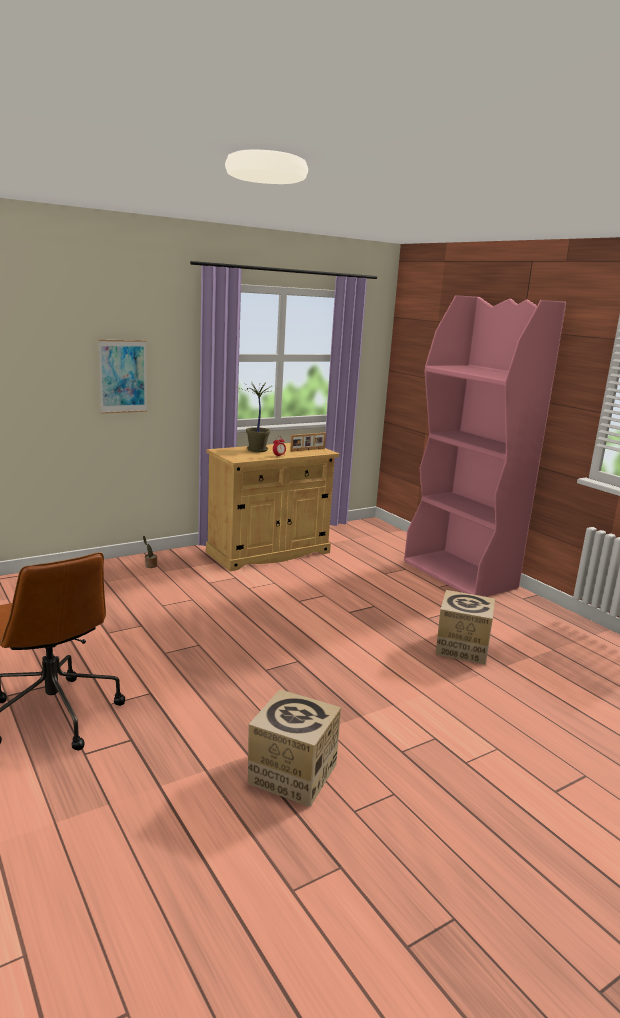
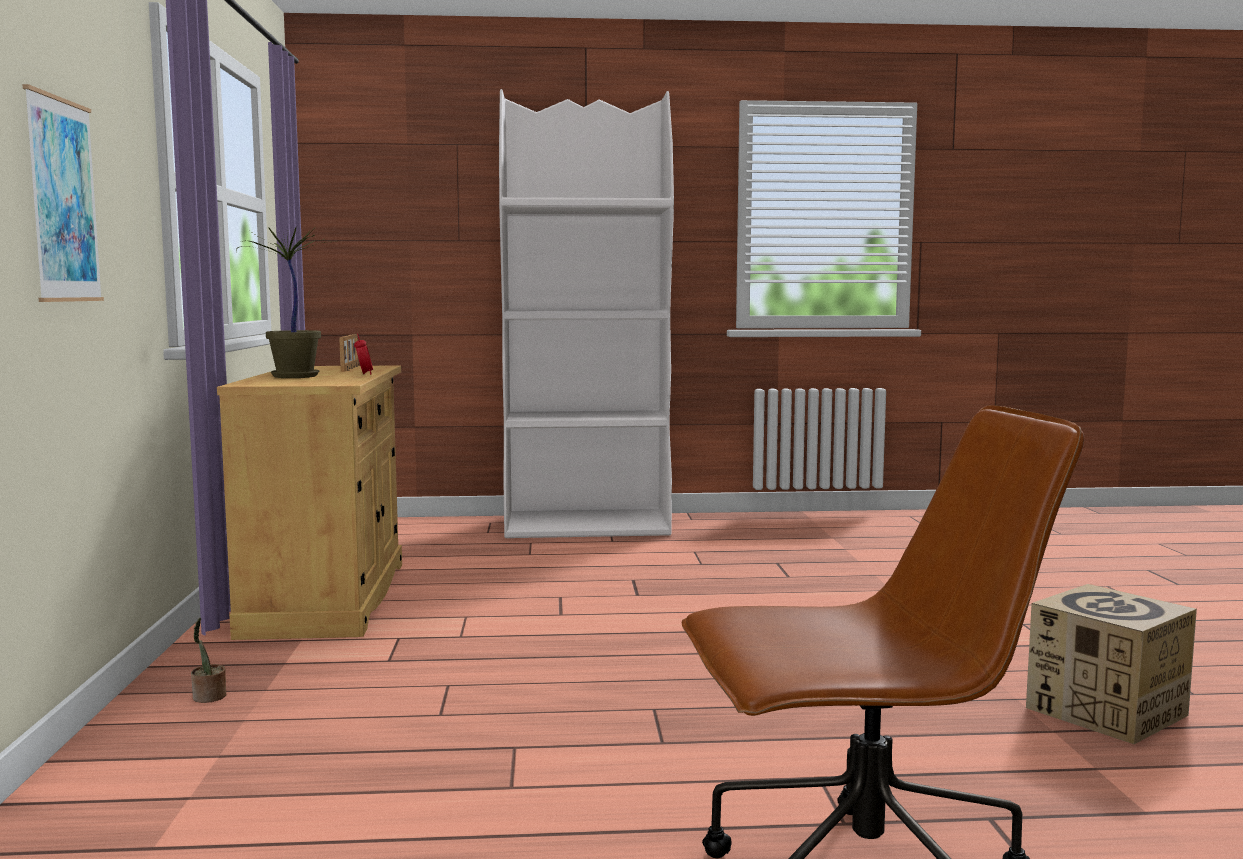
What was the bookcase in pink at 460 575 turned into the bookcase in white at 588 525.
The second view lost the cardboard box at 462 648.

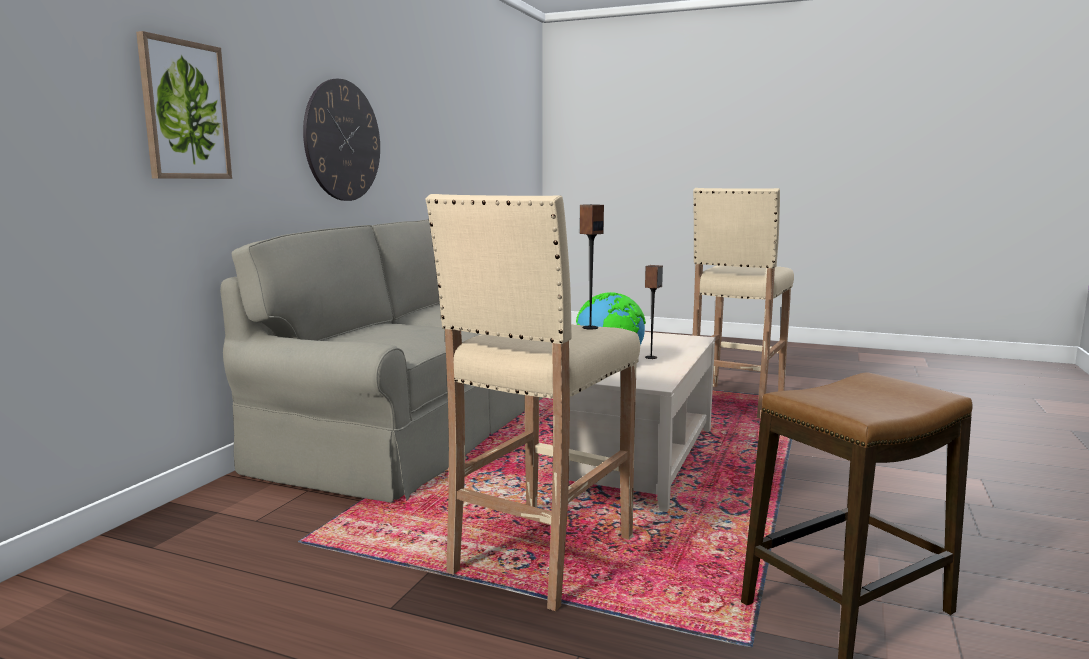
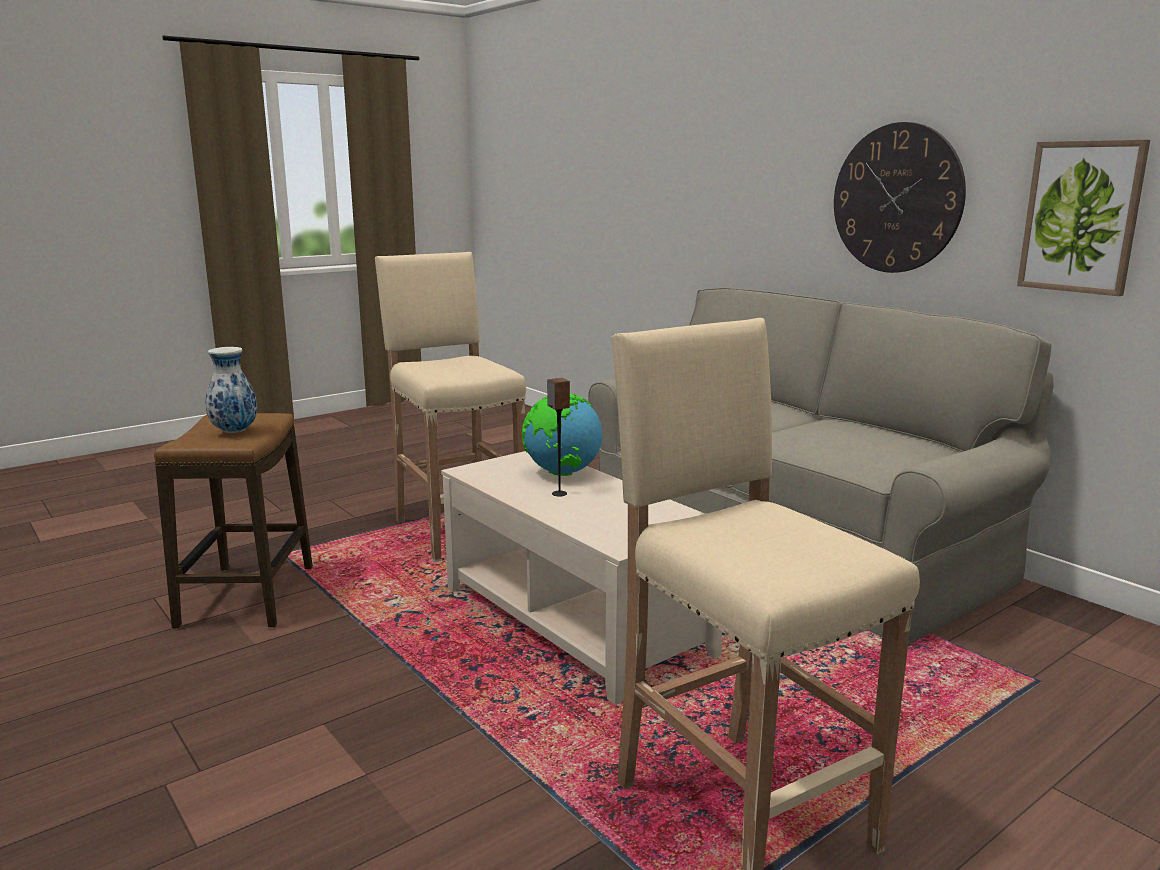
The second view gained the vase at 234 432.
The picture ended up elsewhere, having gone from 184 110 to 1081 217.
The second view lost the speaker at 590 327.

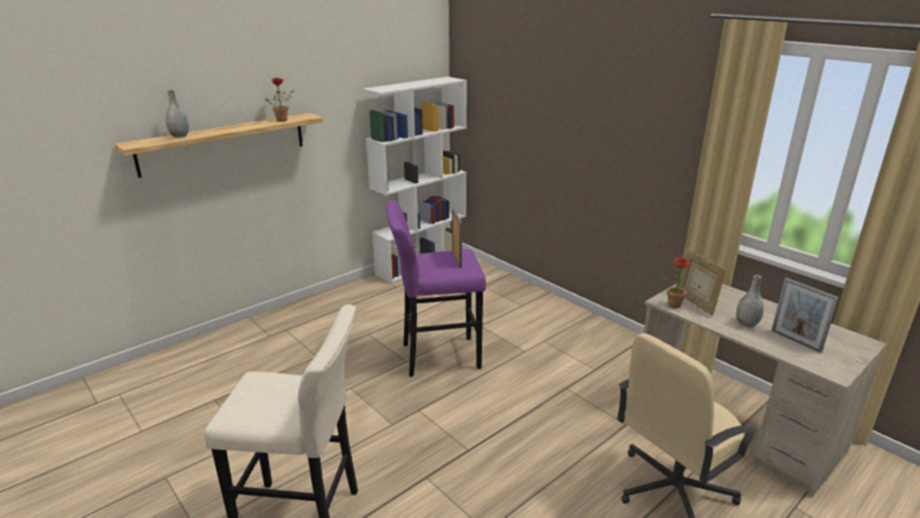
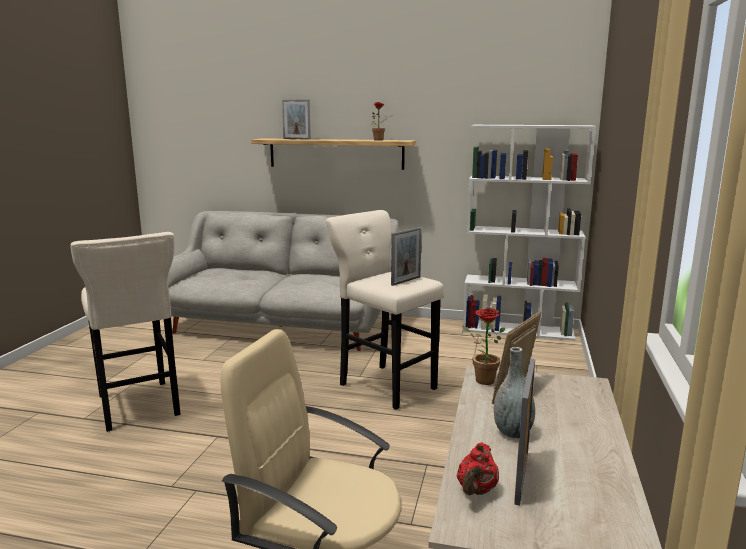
The second view gained the sofa in grey at 282 325.
Where the vase in grey stood at 180 136, the picture frame came to stand at 296 139.
What was the stool in purple at 436 356 turned into the stool in beige at 384 385.
The second view gained the teapot in red at 476 490.

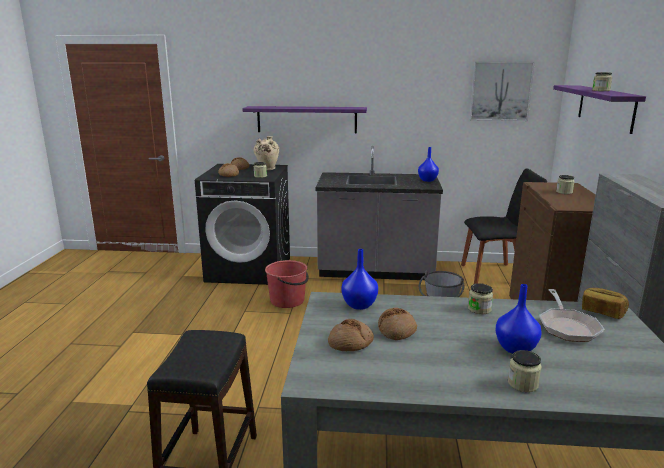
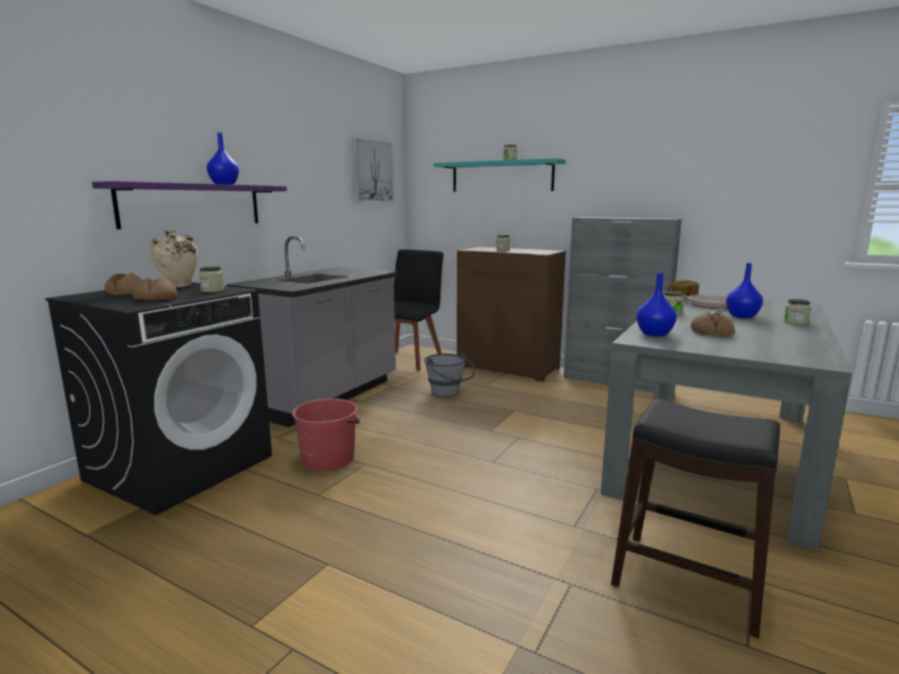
The vase in blue ended up elsewhere, having gone from 427 180 to 223 184.
What was the shelf in purple at 605 107 turned into the shelf in turquoise at 501 176.
The second view lost the bread at 350 343.

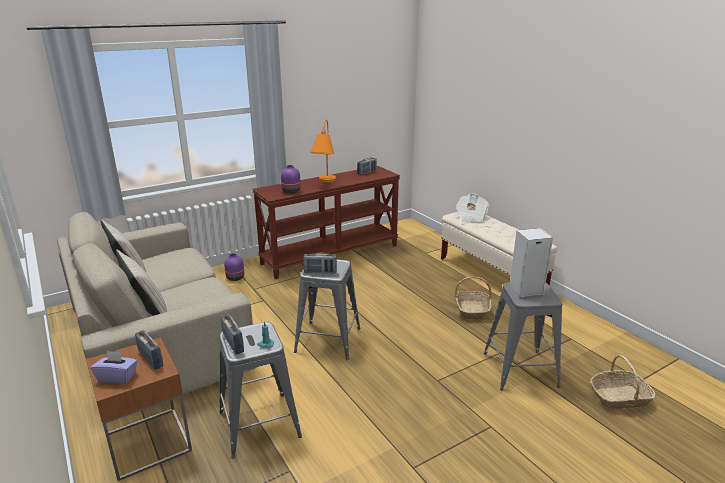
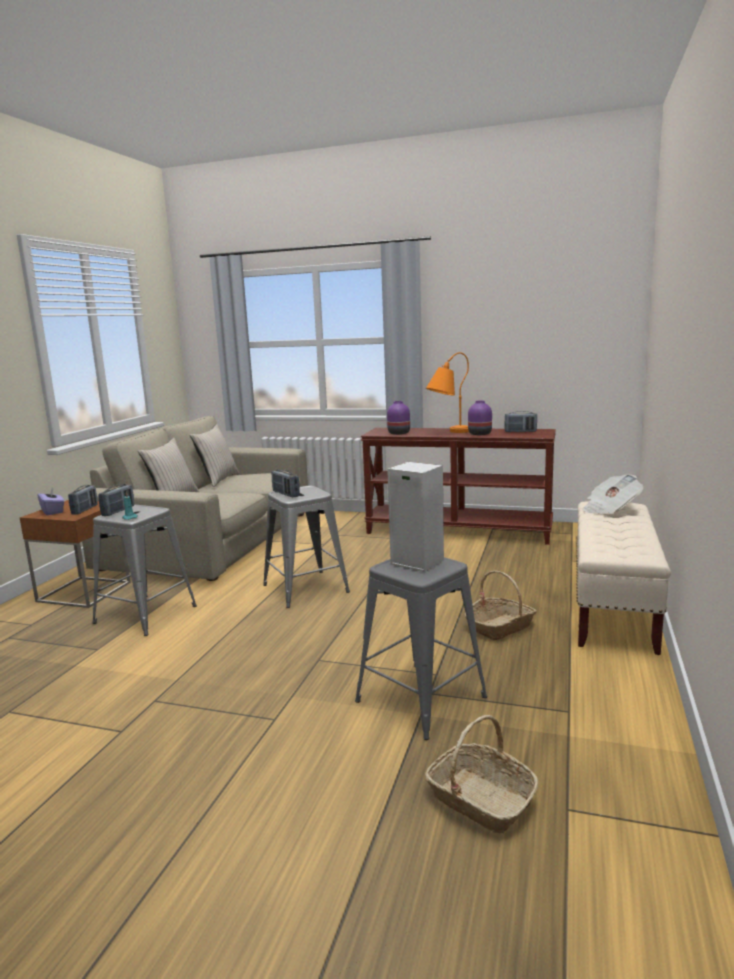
The vase in purple ended up elsewhere, having gone from 235 278 to 479 434.

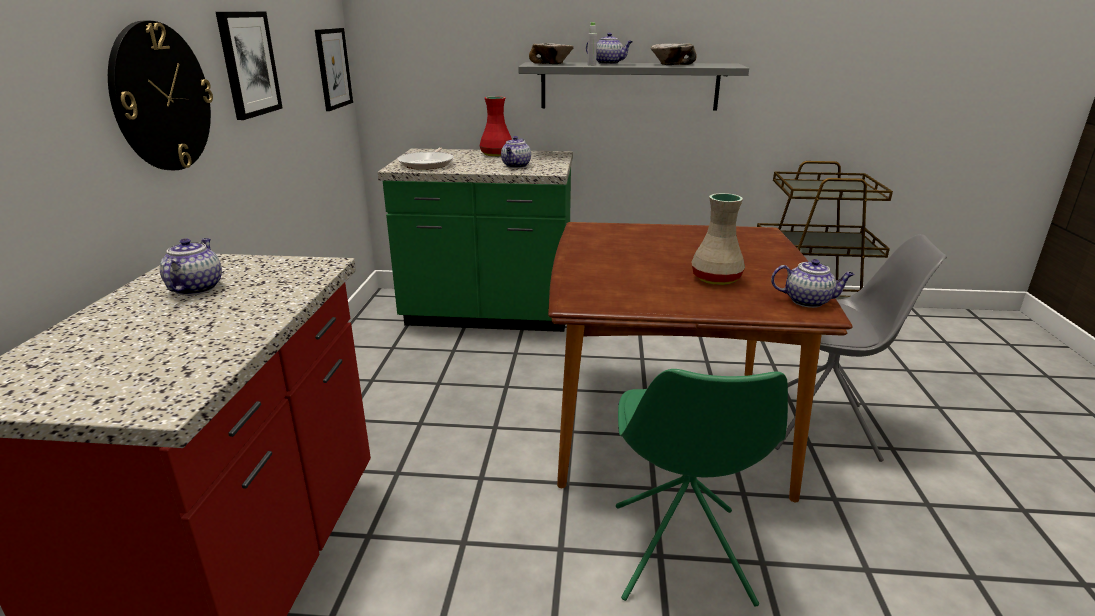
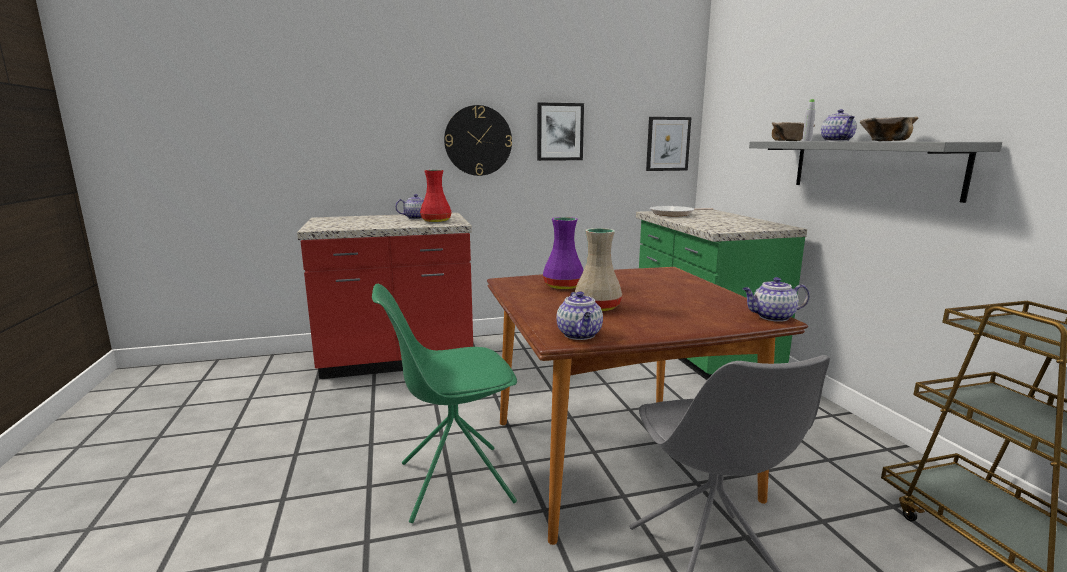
The vase in red ended up elsewhere, having gone from 496 154 to 437 221.
The second view gained the vase in purple at 563 286.
The teapot ended up elsewhere, having gone from 516 166 to 772 317.

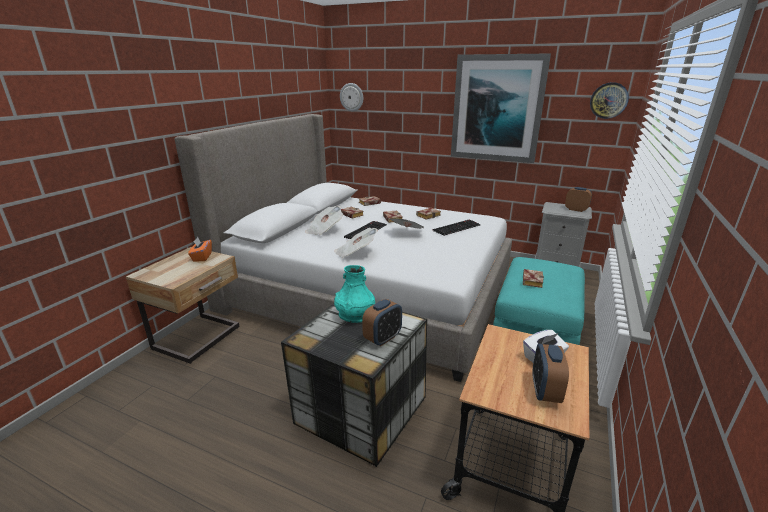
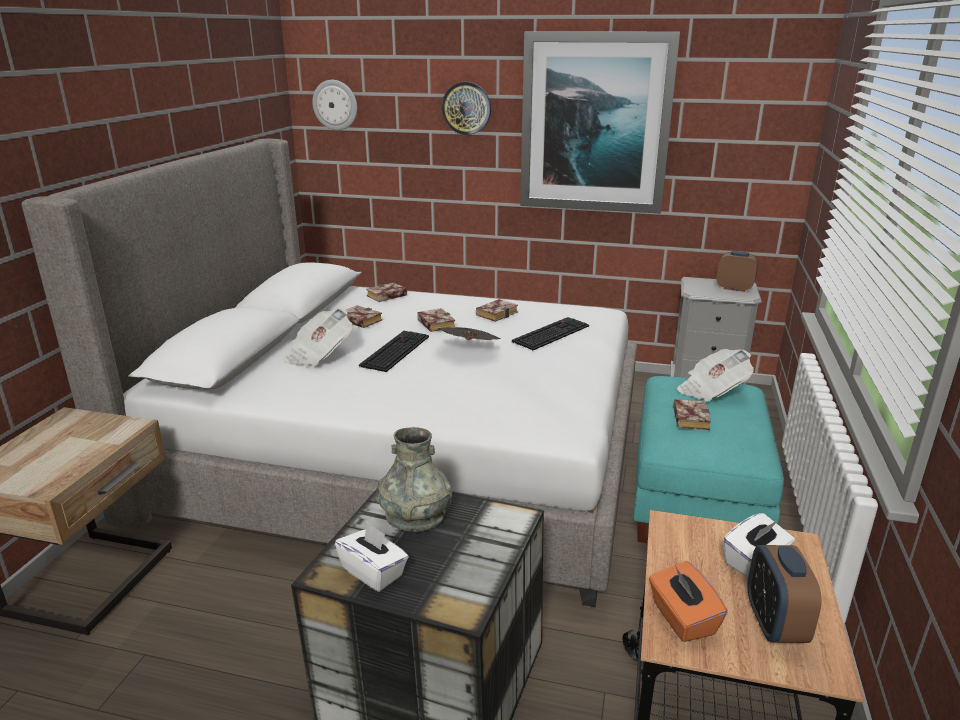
The second view gained the tissue box in white at 373 572.
What was the vase in turquoise at 355 315 turned into the vase in grey at 415 516.
The wall clock ended up elsewhere, having gone from 608 100 to 466 108.
The tissue box in orange ended up elsewhere, having gone from 202 257 to 682 618.
The newspaper ended up elsewhere, having gone from 355 253 to 712 391.
The second view lost the alarm clock at 382 338.

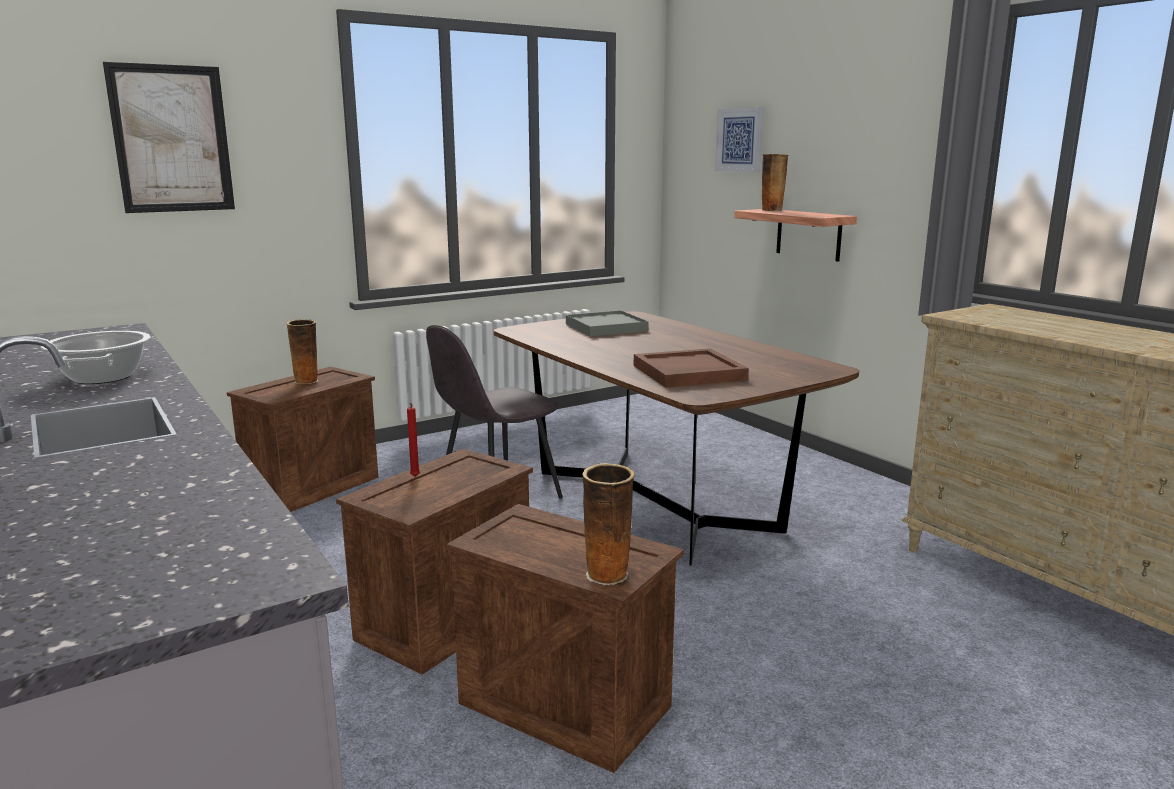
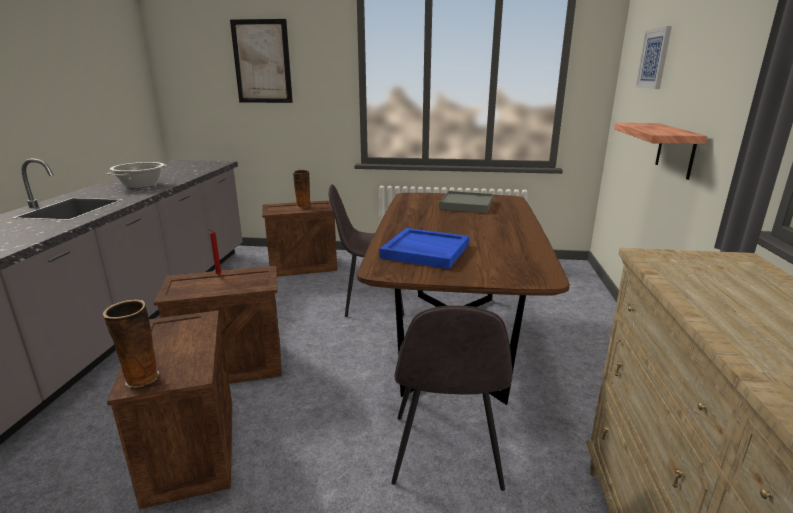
What was the tray in brown at 688 373 turned into the tray in blue at 424 251.
The second view gained the chair in grey at 446 453.
The second view lost the vase at 772 210.

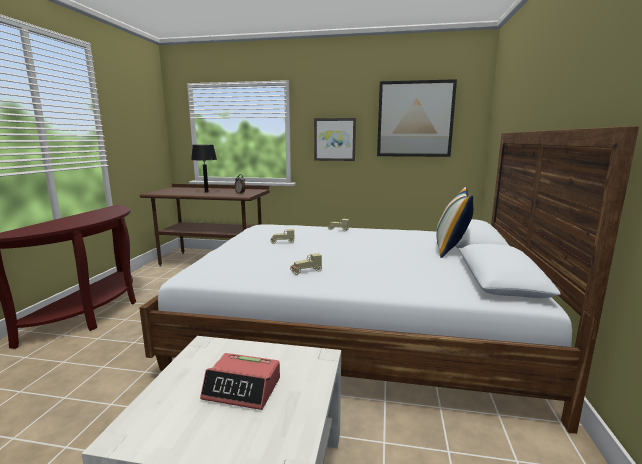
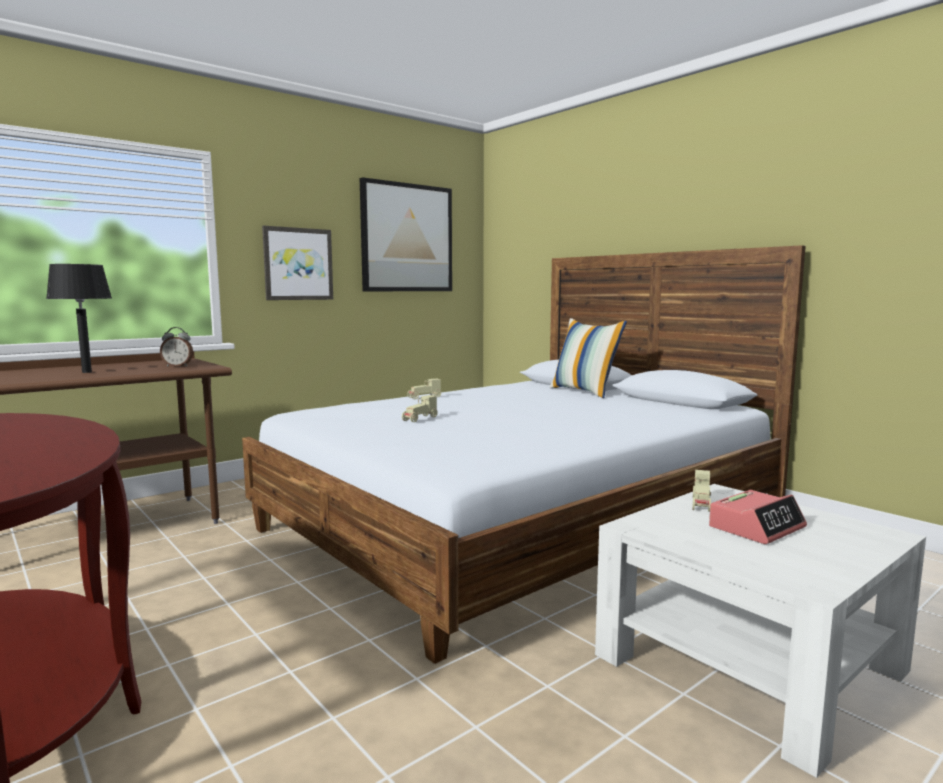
The toy car in beige ended up elsewhere, having gone from 306 271 to 701 504.

